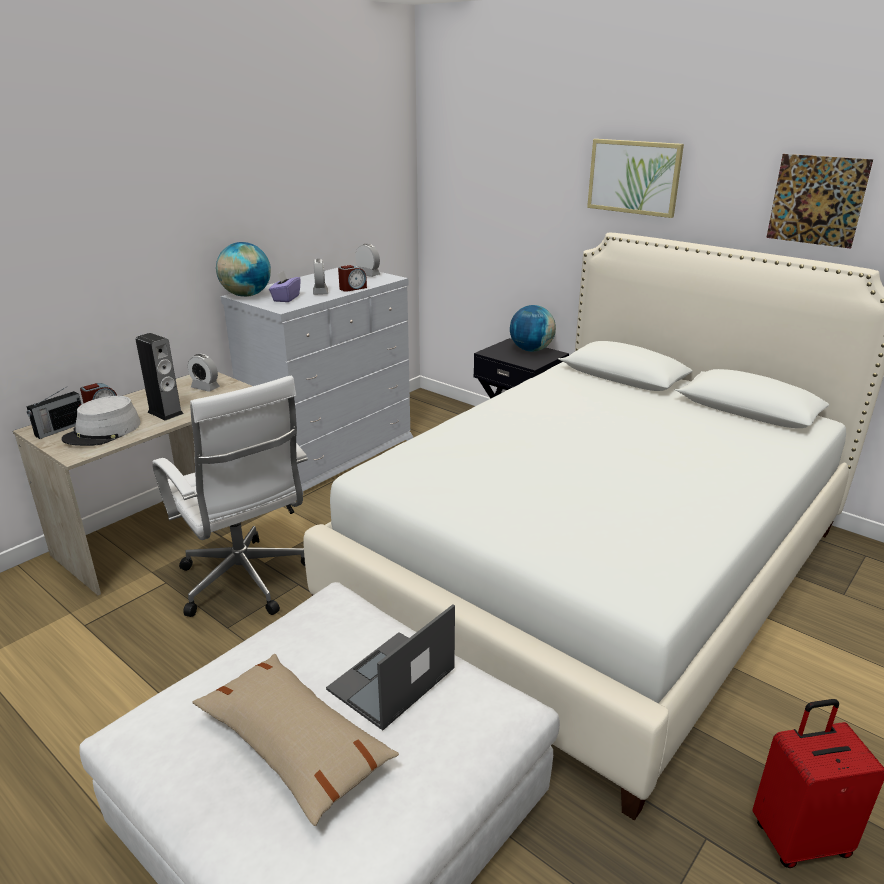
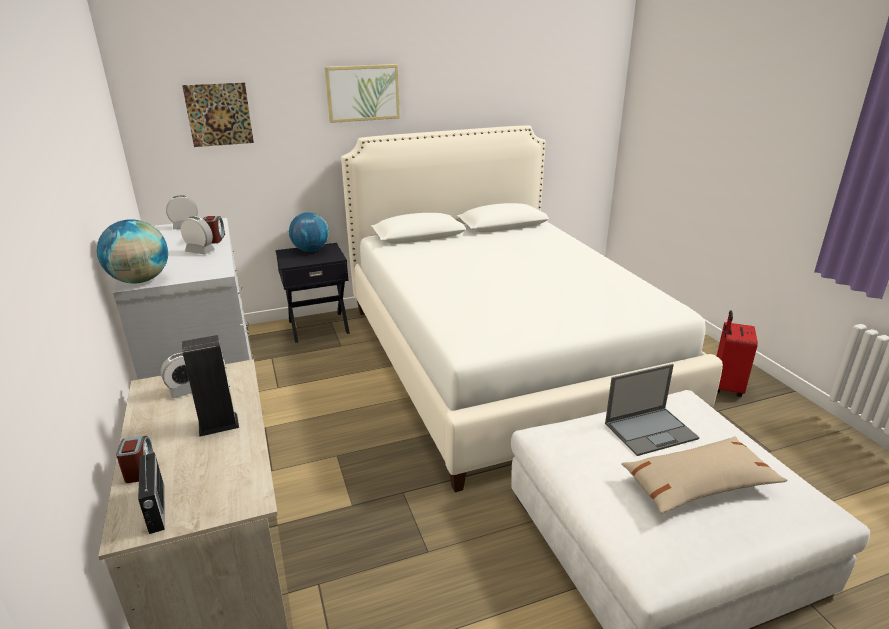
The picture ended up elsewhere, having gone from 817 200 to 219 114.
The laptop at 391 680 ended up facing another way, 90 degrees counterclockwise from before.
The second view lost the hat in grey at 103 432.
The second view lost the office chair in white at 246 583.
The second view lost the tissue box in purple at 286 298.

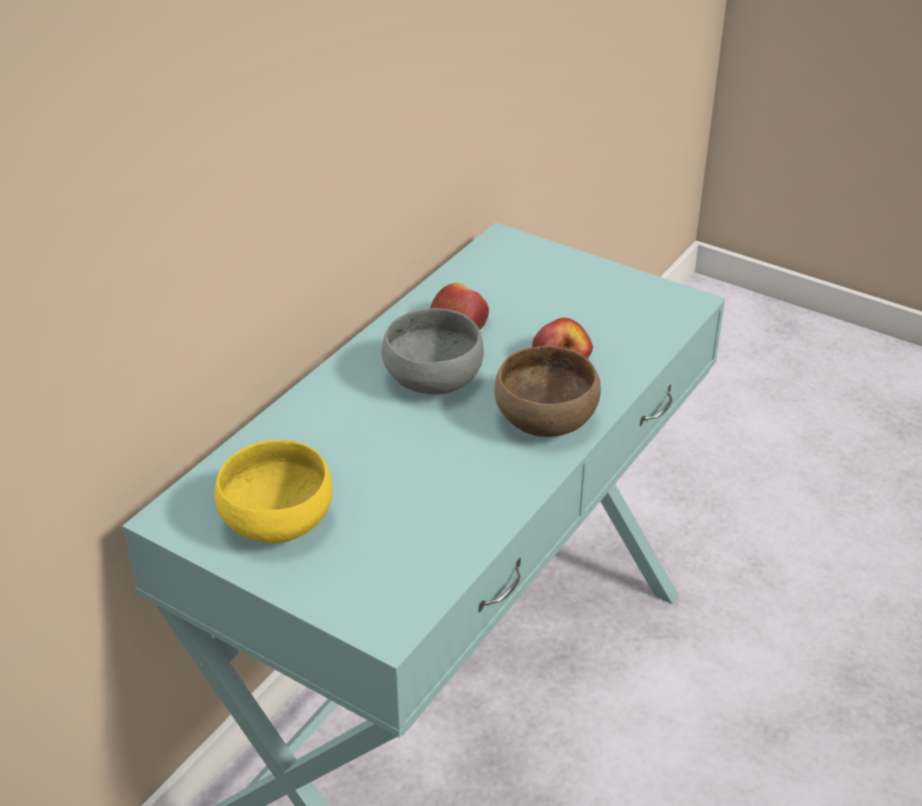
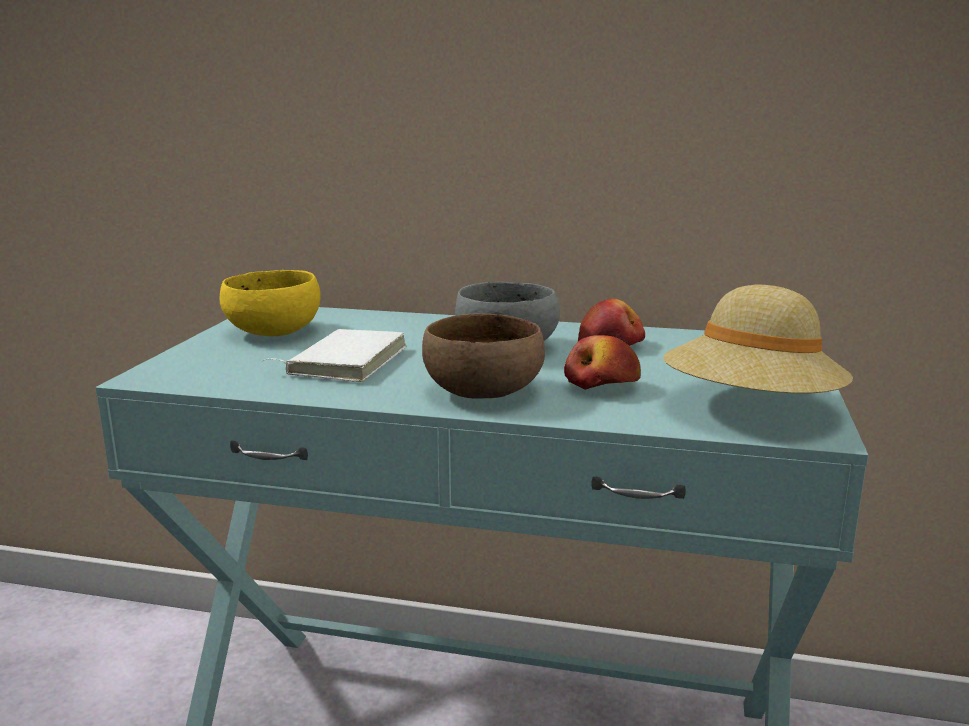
The second view gained the book in white at 345 361.
The second view gained the hat in beige at 751 409.

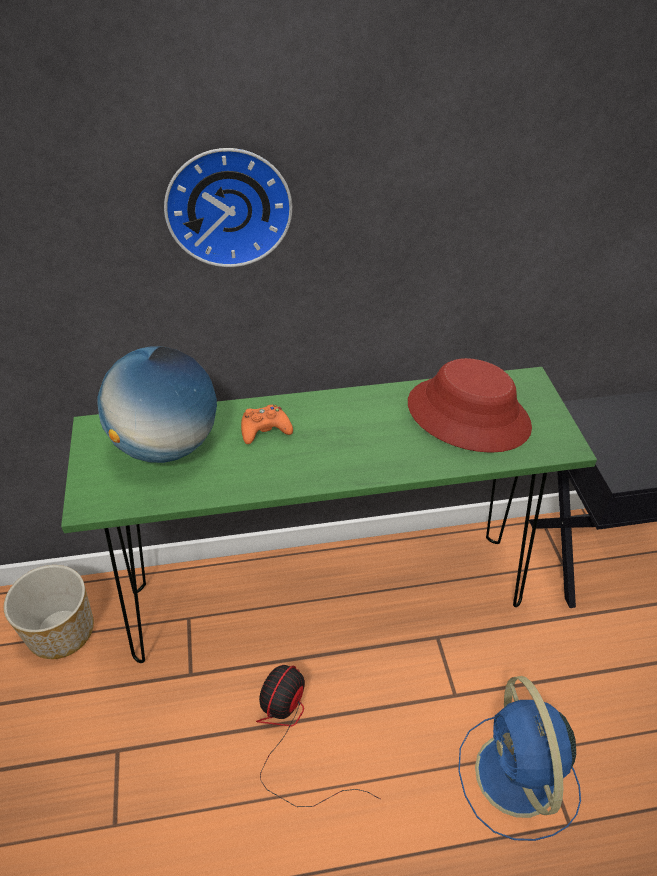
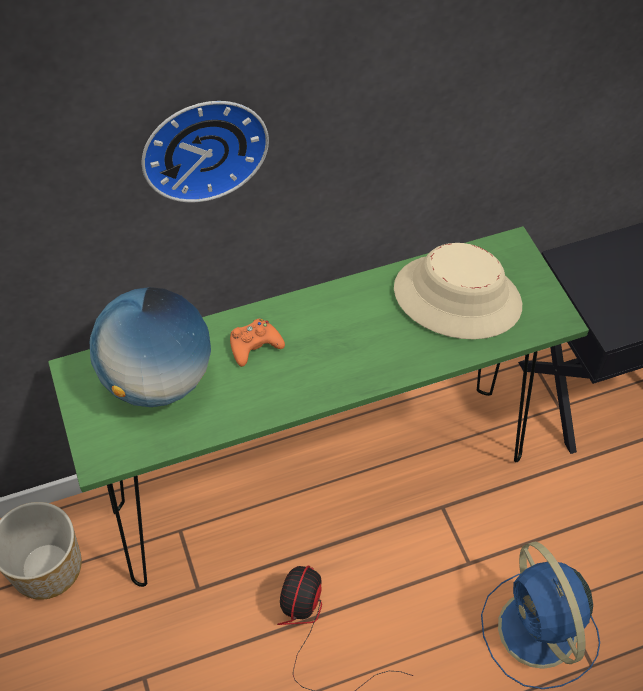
What was the hat in red at 468 415 turned into the hat in beige at 457 297.

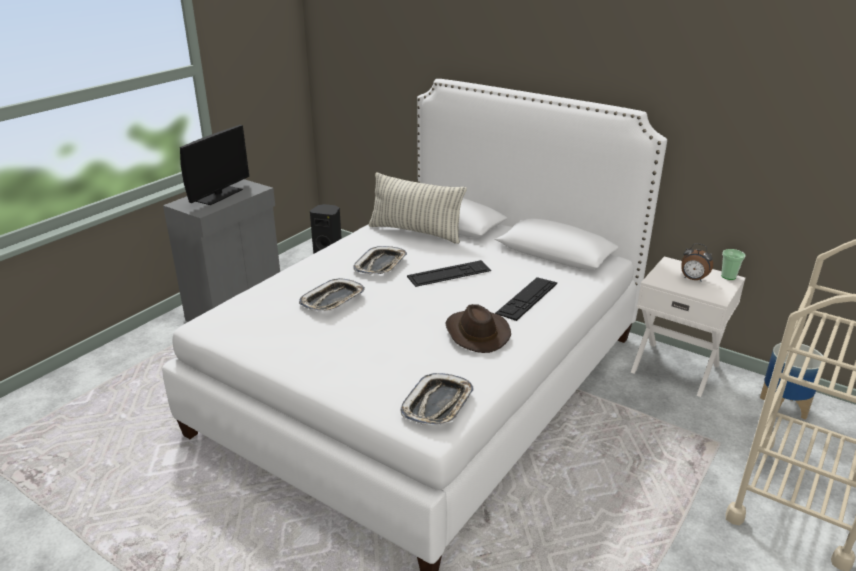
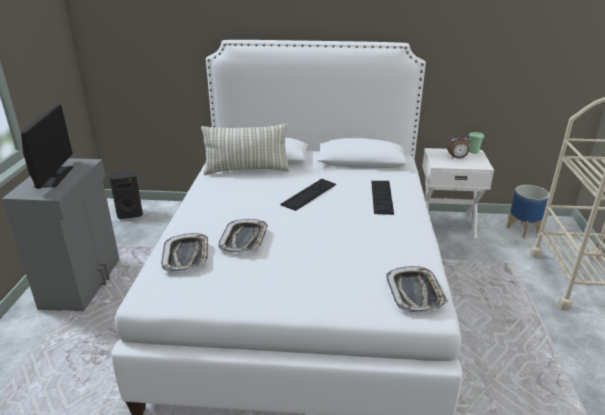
The tray ended up elsewhere, having gone from 381 265 to 187 256.
The second view lost the hat in brown at 476 333.

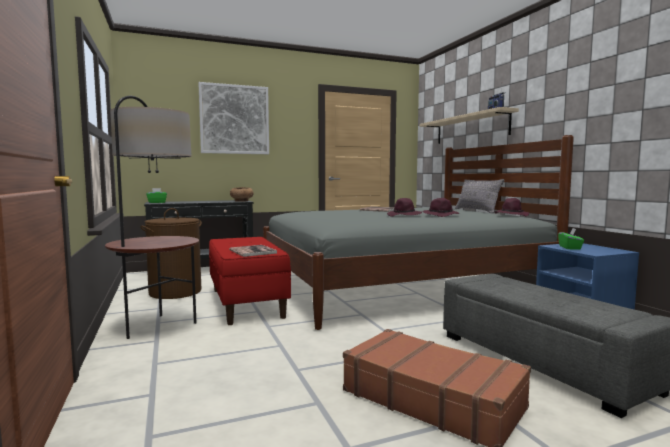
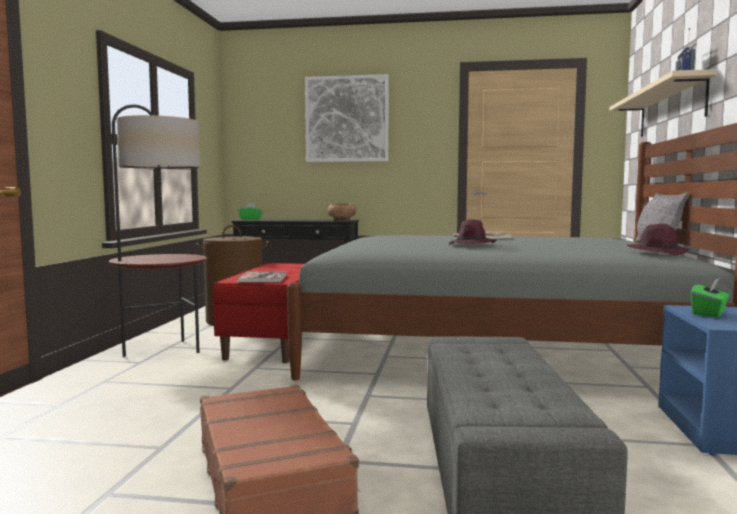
The second view lost the hat in purple at 441 215.

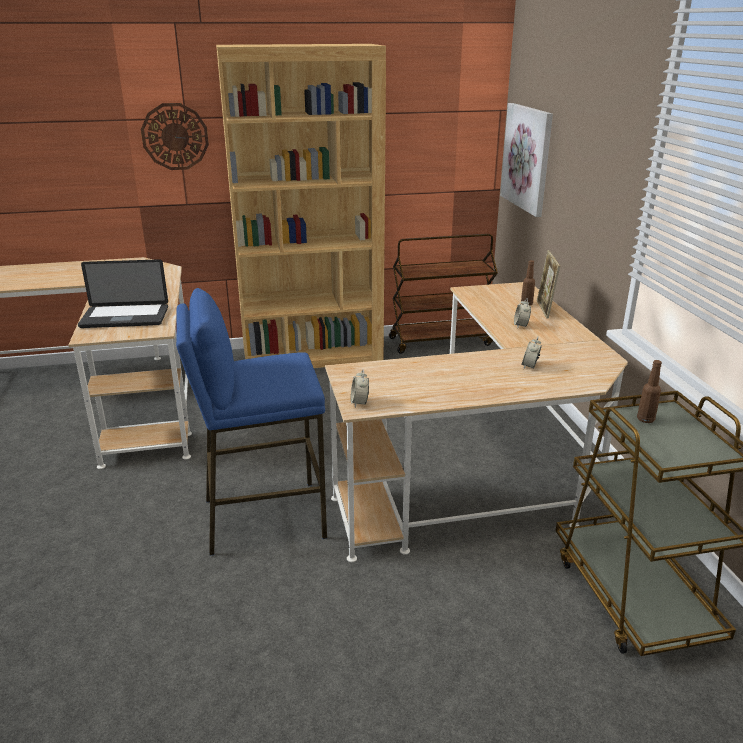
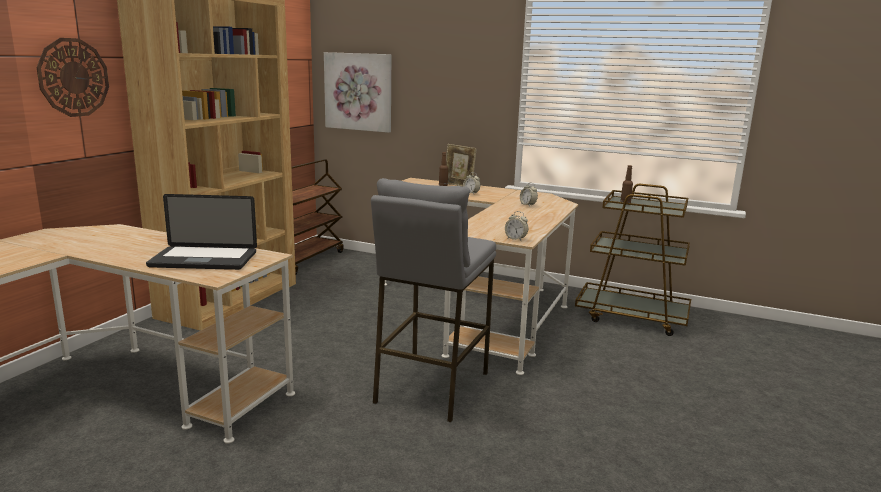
The laptop at 125 317 ended up facing another way, 60 degrees clockwise from before.
What was the stool in blue at 263 517 turned into the stool in grey at 430 387.

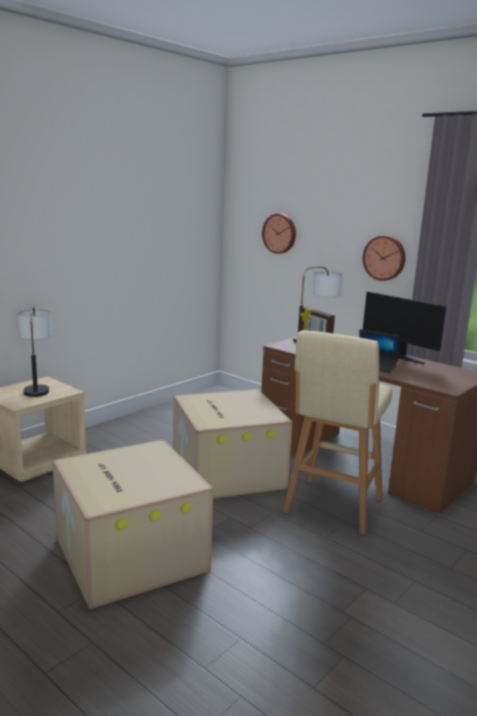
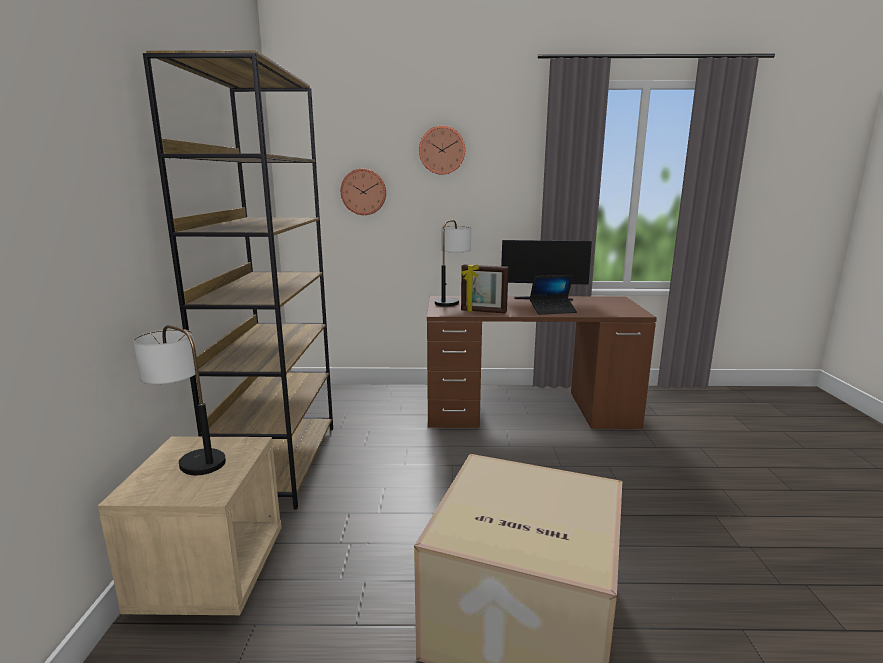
The second view gained the bookcase in brown at 279 462.
The wall clock ended up elsewhere, having gone from 384 258 to 442 150.
The second view lost the cardboard box at 225 471.
The second view lost the stool in beige at 332 507.

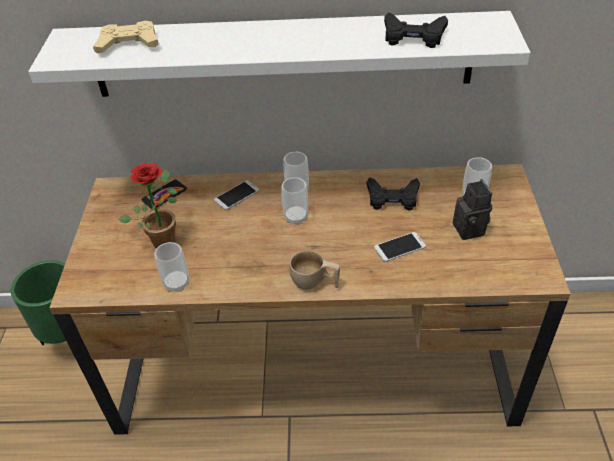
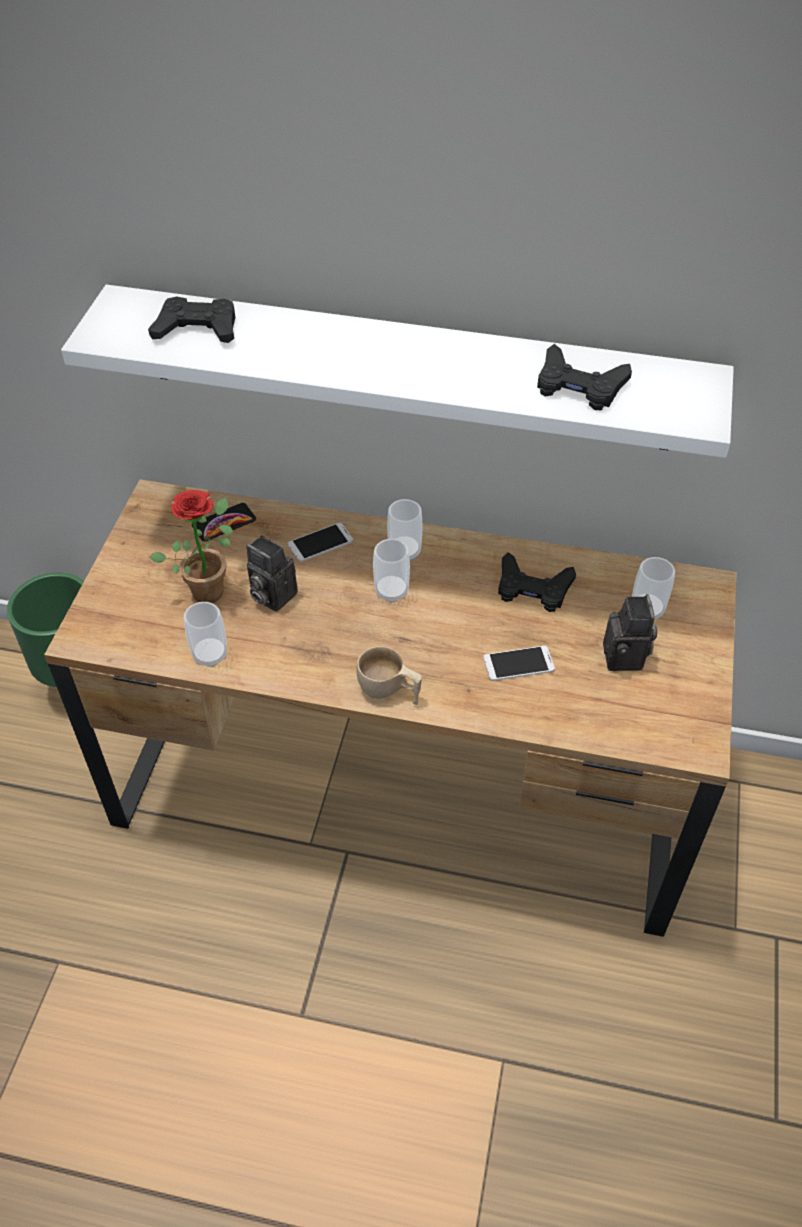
What was the game controller in beige at 128 44 turned into the game controller in black at 197 328.
The second view gained the photo camera at 270 595.

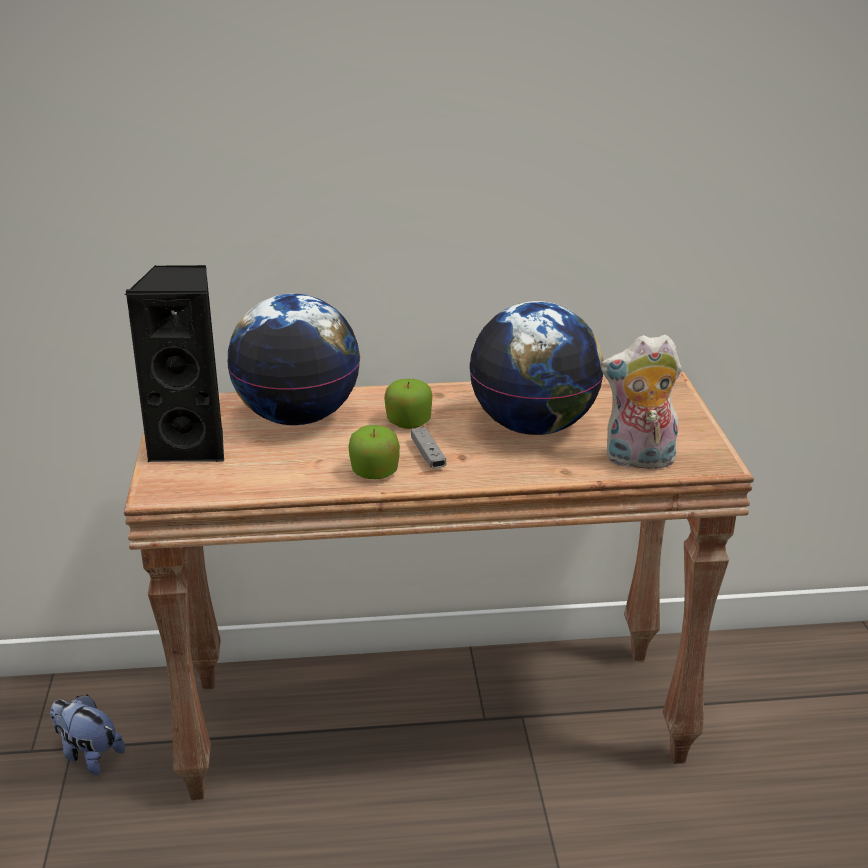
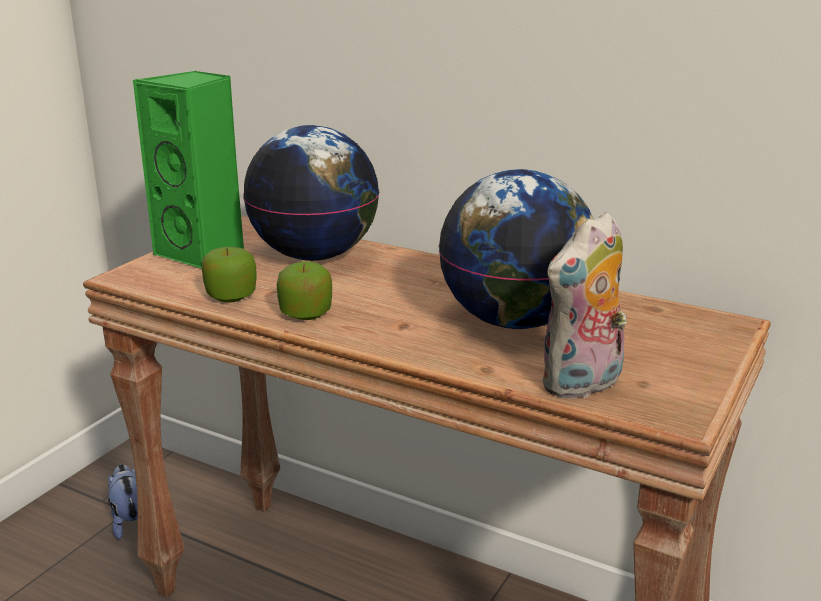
What was the speaker in black at 192 446 turned into the speaker in green at 203 253.
The apple ended up elsewhere, having gone from 408 422 to 231 296.
The plush toy at 638 461 ended up facing another way, 75 degrees counterclockwise from before.
The second view lost the game controller in grey at 428 455.

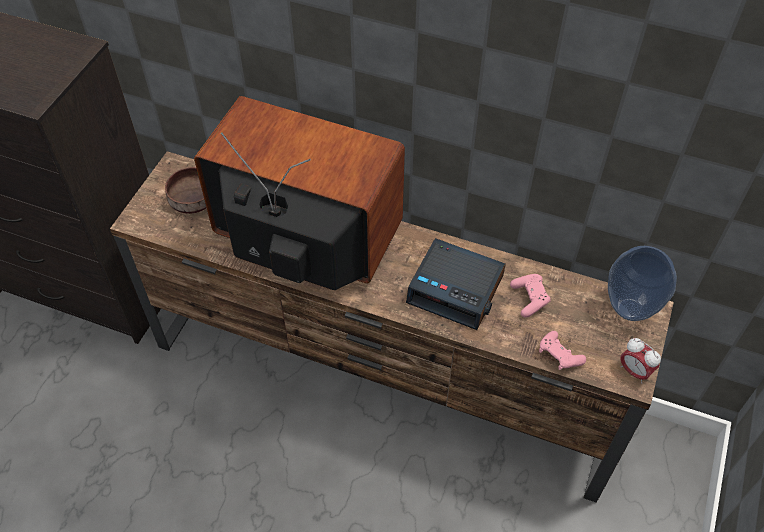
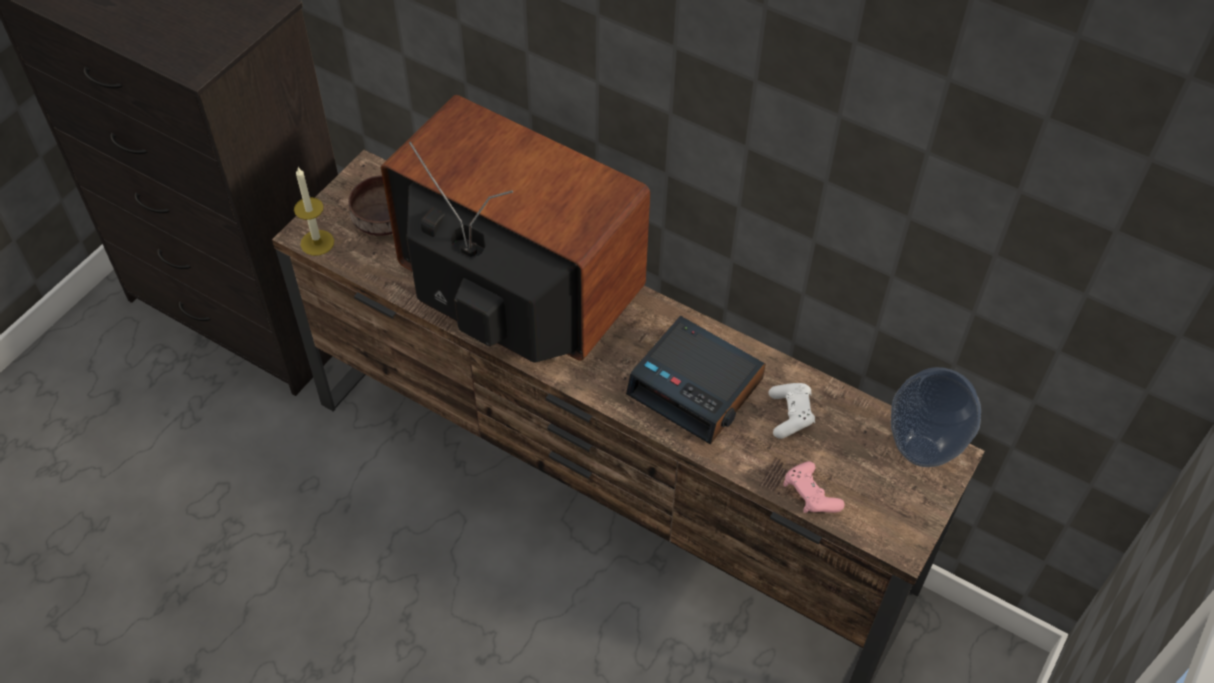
The second view gained the candle at 317 242.
What was the game controller in pink at 529 299 turned into the game controller in white at 790 415.
The second view lost the alarm clock at 634 371.

